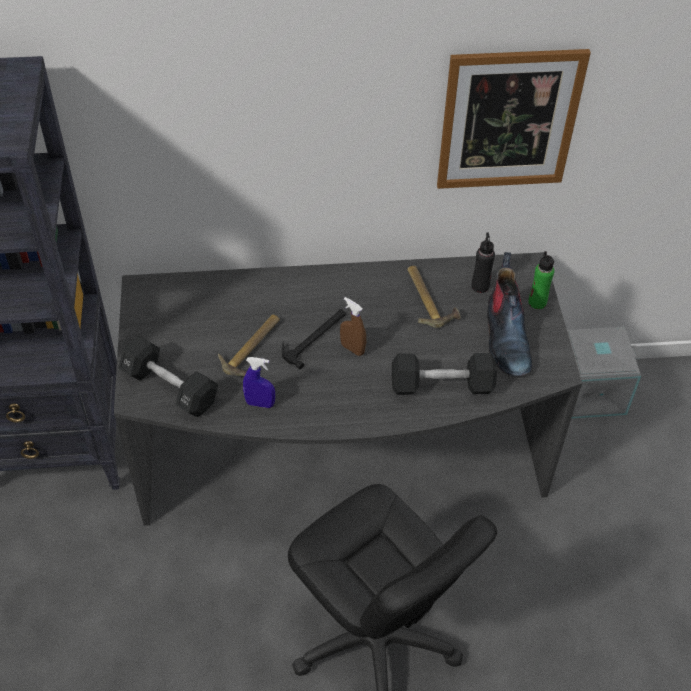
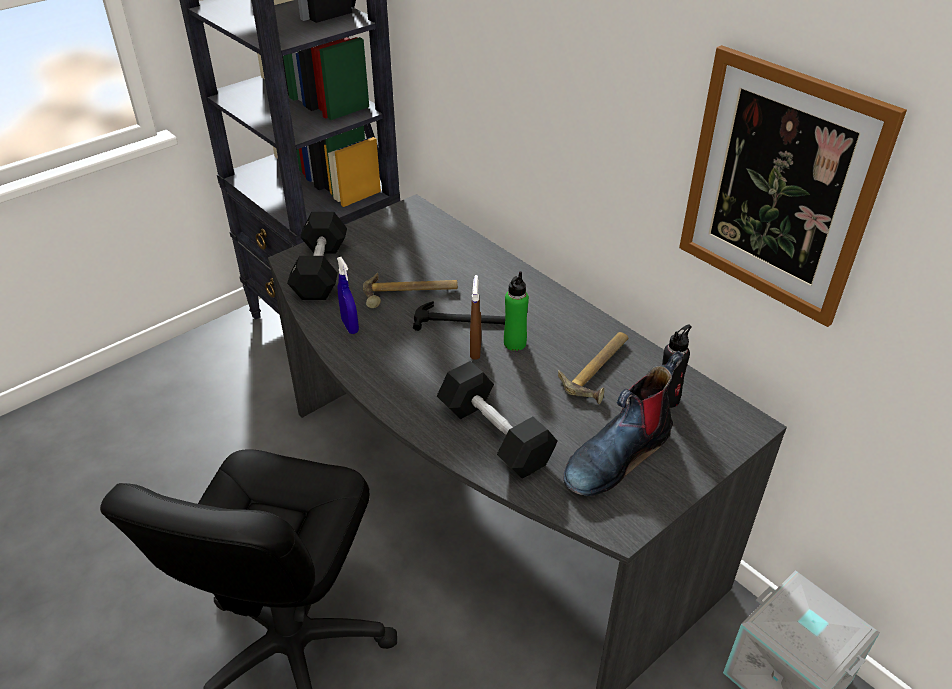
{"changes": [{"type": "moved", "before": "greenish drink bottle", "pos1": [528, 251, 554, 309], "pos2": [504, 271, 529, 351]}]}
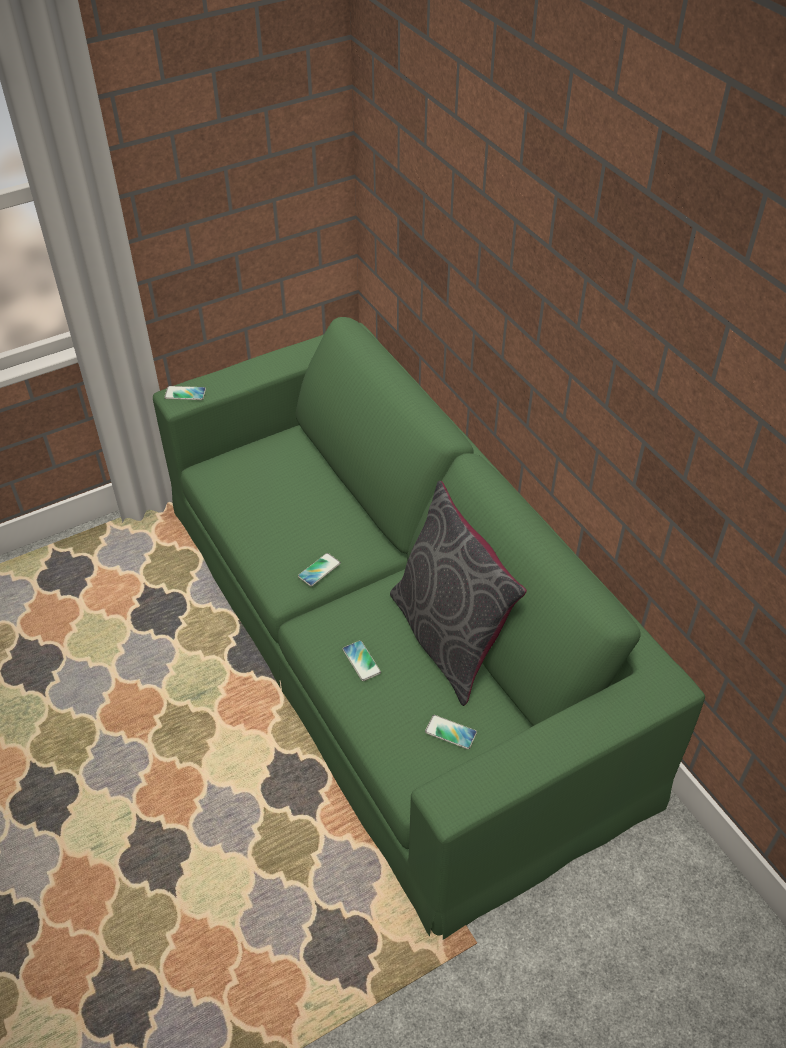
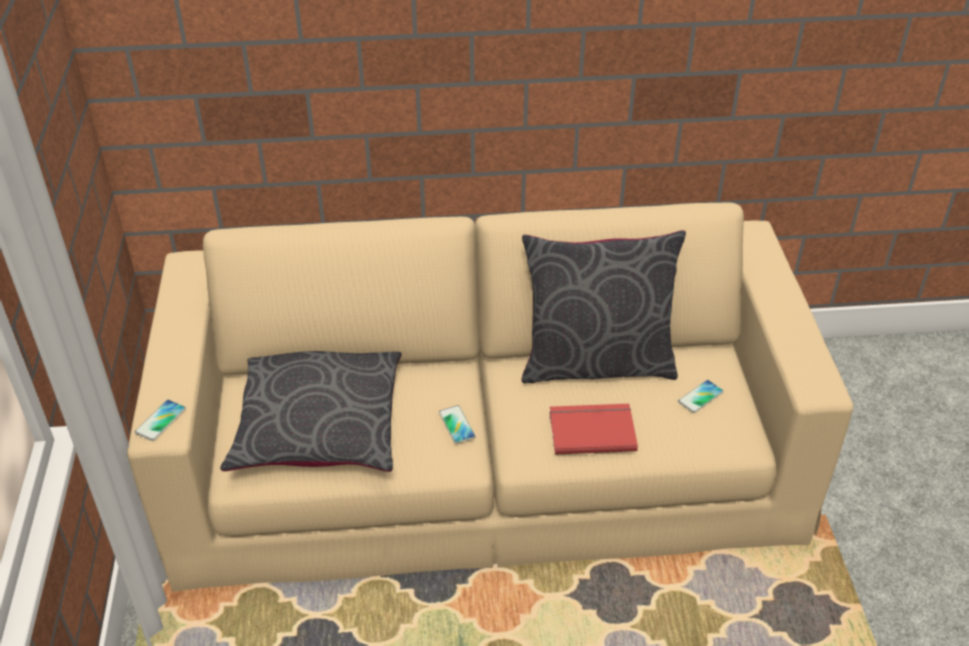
{"changes": [{"type": "recoloured", "before": "greenish settee", "after": "sand-coloured settee", "pos1": [153, 317, 705, 940], "pos2": [127, 202, 853, 591]}, {"type": "replaced", "before": "handset", "after": "red book", "pos1": [343, 640, 381, 681], "pos2": [550, 404, 638, 455]}, {"type": "added", "after": "grey cushion", "pos2": [220, 351, 402, 472]}]}
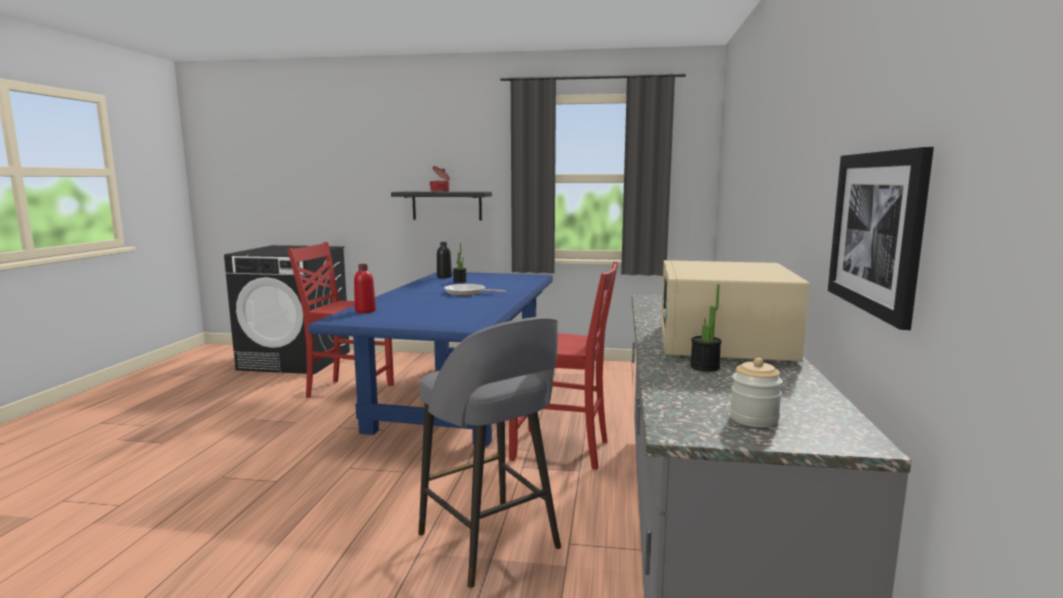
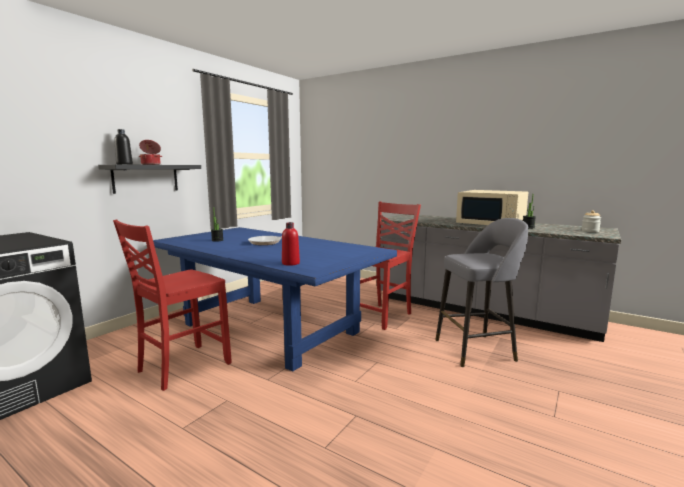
{"changes": [{"type": "moved", "before": "blackish drink bottle", "pos1": [437, 242, 452, 278], "pos2": [114, 129, 133, 165]}, {"type": "removed", "before": "wall art", "pos1": [828, 146, 934, 330]}]}
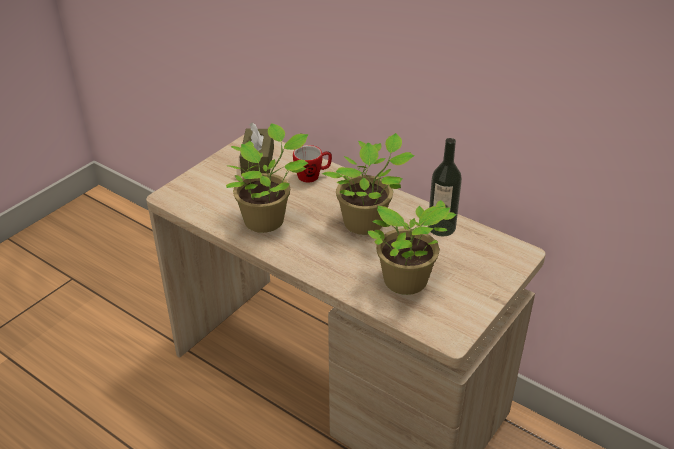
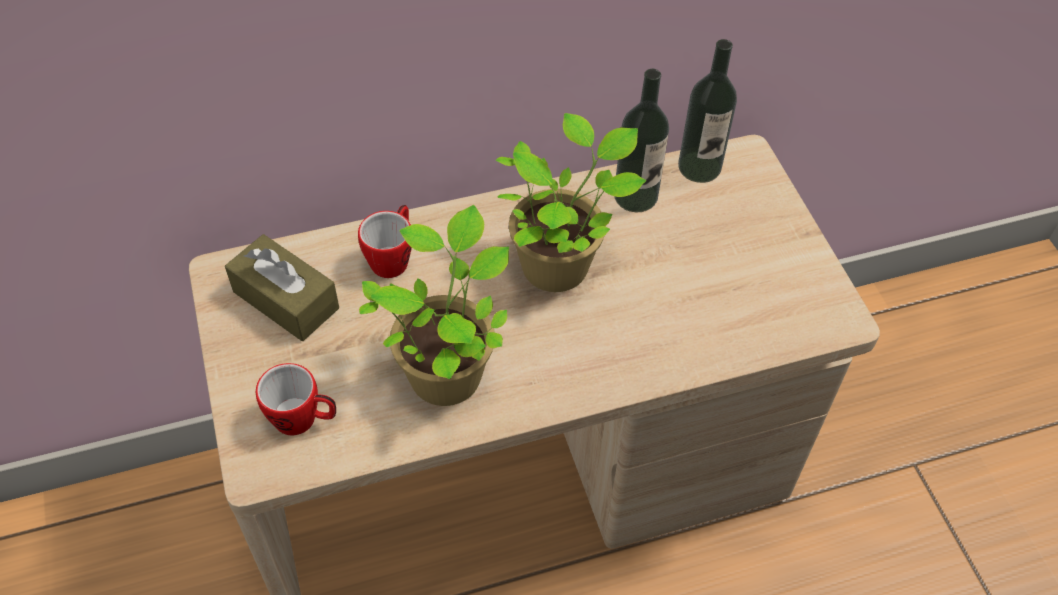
{"changes": [{"type": "removed", "before": "plant in a pot", "pos1": [367, 200, 457, 295]}, {"type": "added", "after": "coffee mug", "pos2": [256, 363, 336, 436]}, {"type": "added", "after": "drink bottle", "pos2": [678, 39, 737, 183]}]}
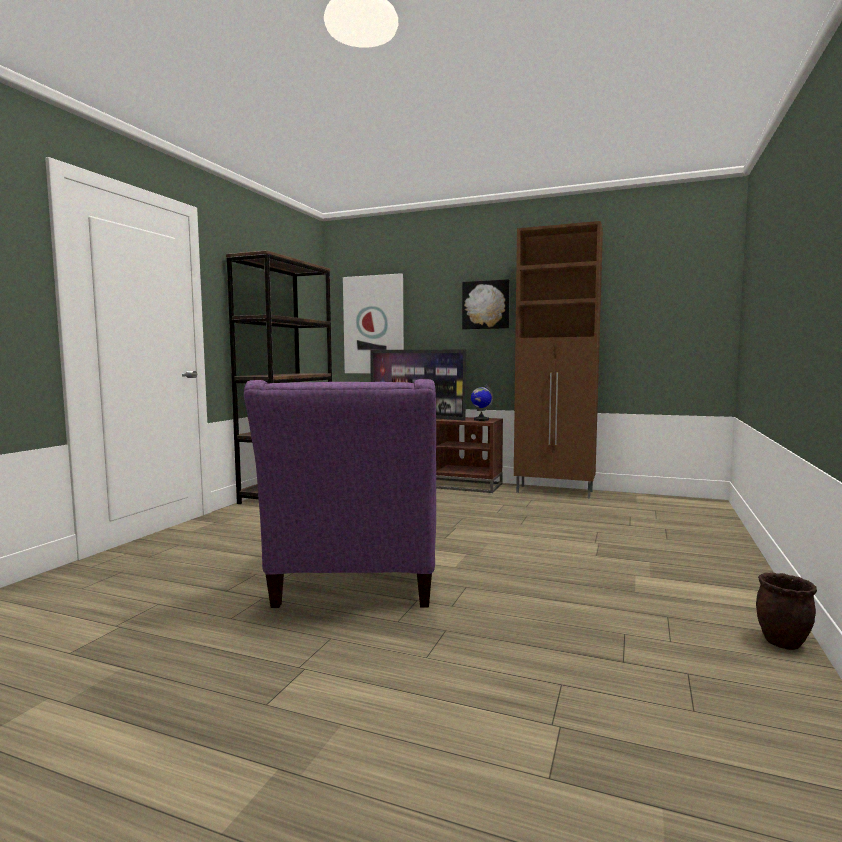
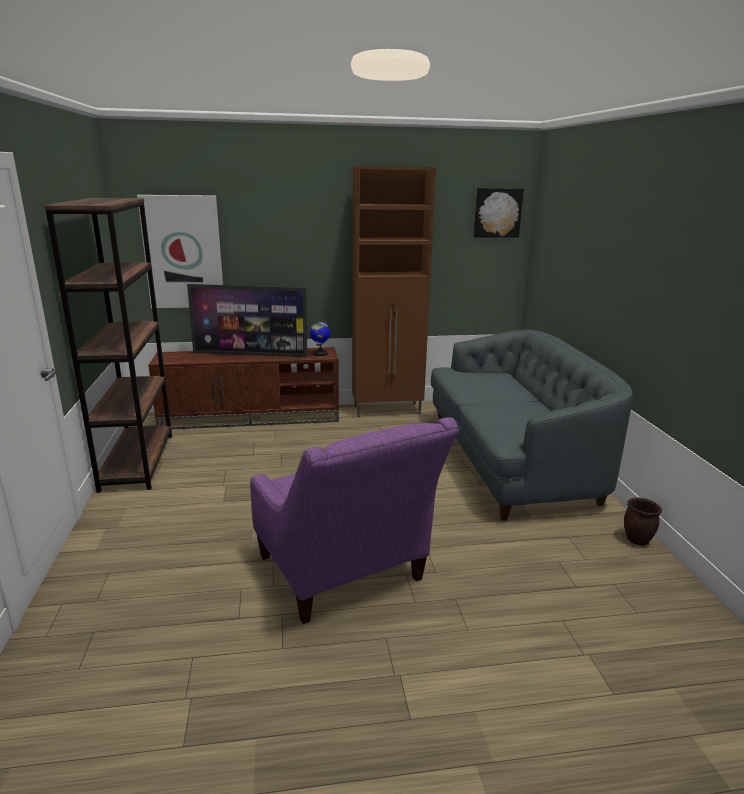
{"changes": [{"type": "moved", "before": "wall art", "pos1": [462, 279, 509, 329], "pos2": [473, 188, 524, 237]}, {"type": "added", "after": "grey settee", "pos2": [431, 330, 633, 520]}]}
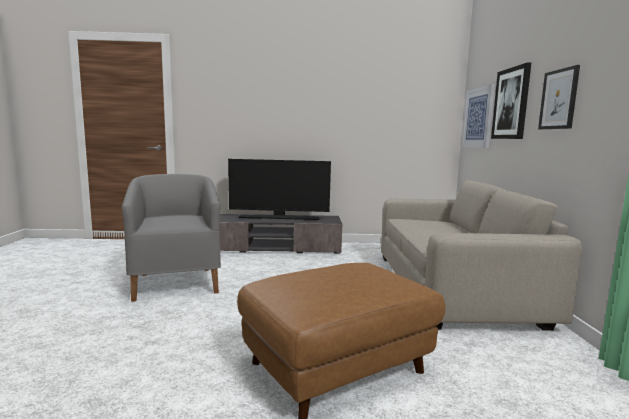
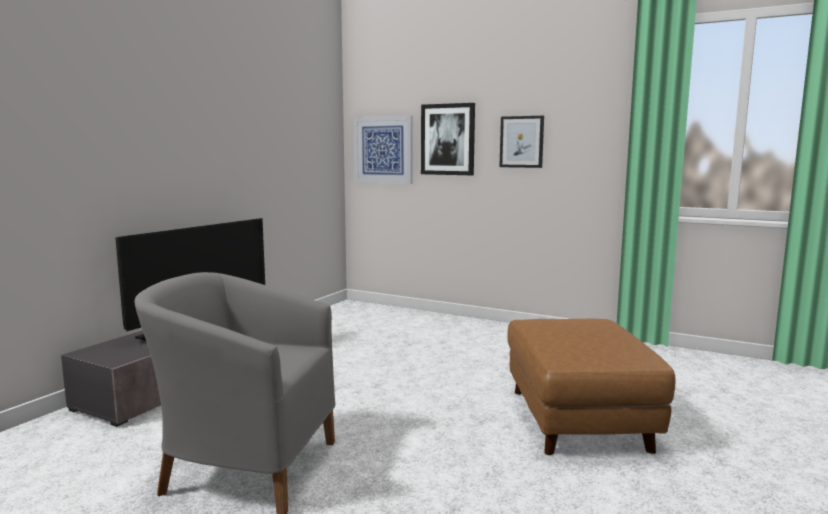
{"changes": [{"type": "removed", "before": "sand-coloured settee", "pos1": [381, 180, 582, 331]}]}
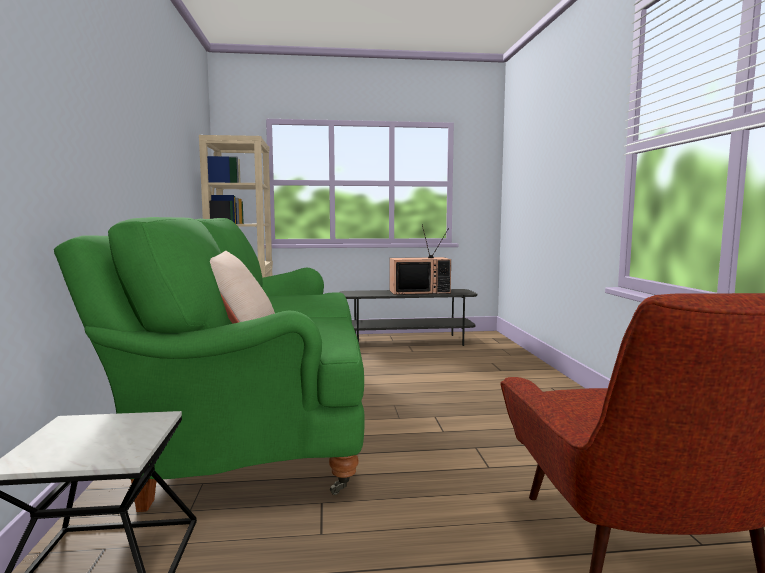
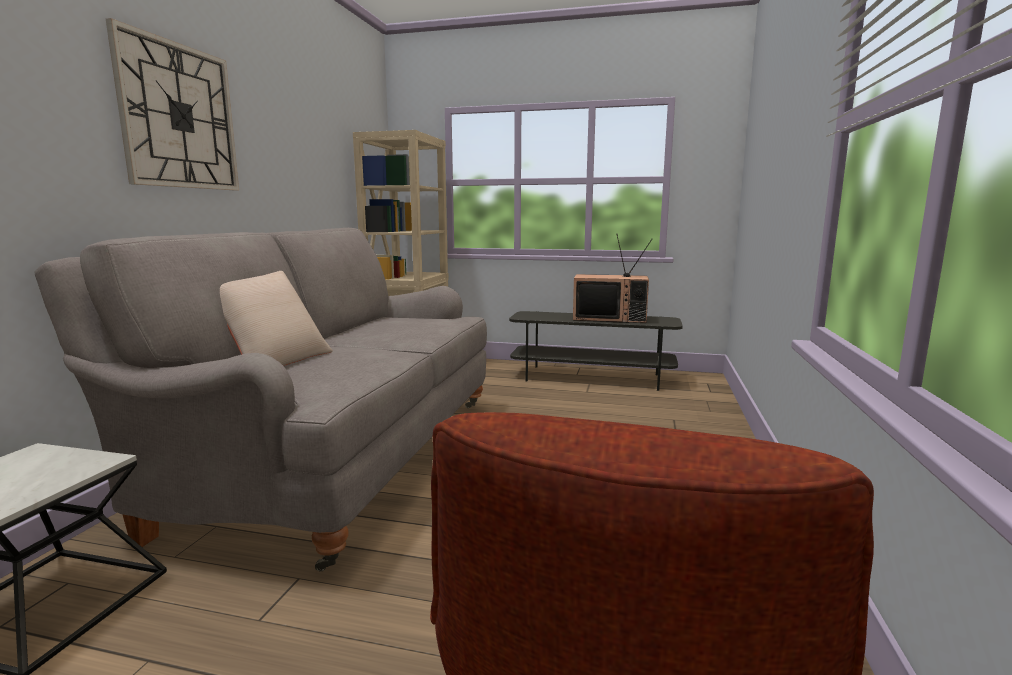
{"changes": [{"type": "recoloured", "before": "greenish settee", "after": "grey settee", "pos1": [54, 217, 365, 512], "pos2": [35, 228, 487, 572]}, {"type": "added", "after": "clock on the wall", "pos2": [106, 18, 239, 190]}]}
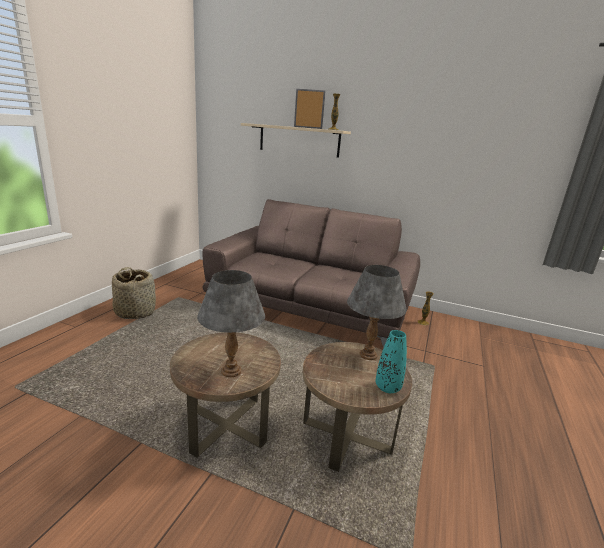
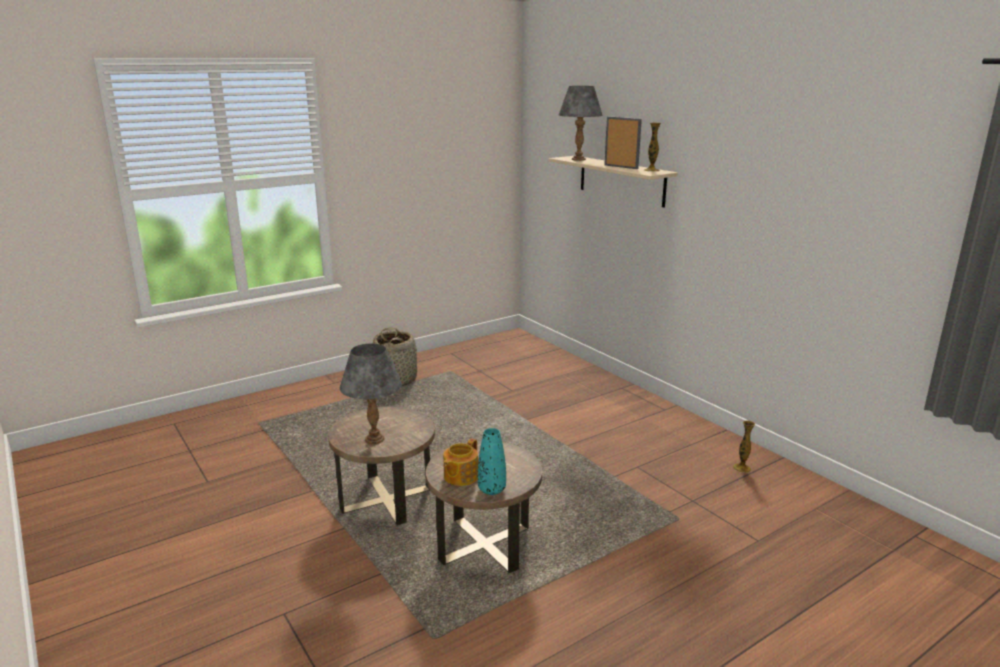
{"changes": [{"type": "removed", "before": "brown settee", "pos1": [202, 199, 420, 348]}, {"type": "moved", "before": "grey tabletop lamp", "pos1": [347, 265, 407, 360], "pos2": [559, 86, 603, 161]}, {"type": "added", "after": "teapot", "pos2": [443, 439, 478, 486]}]}
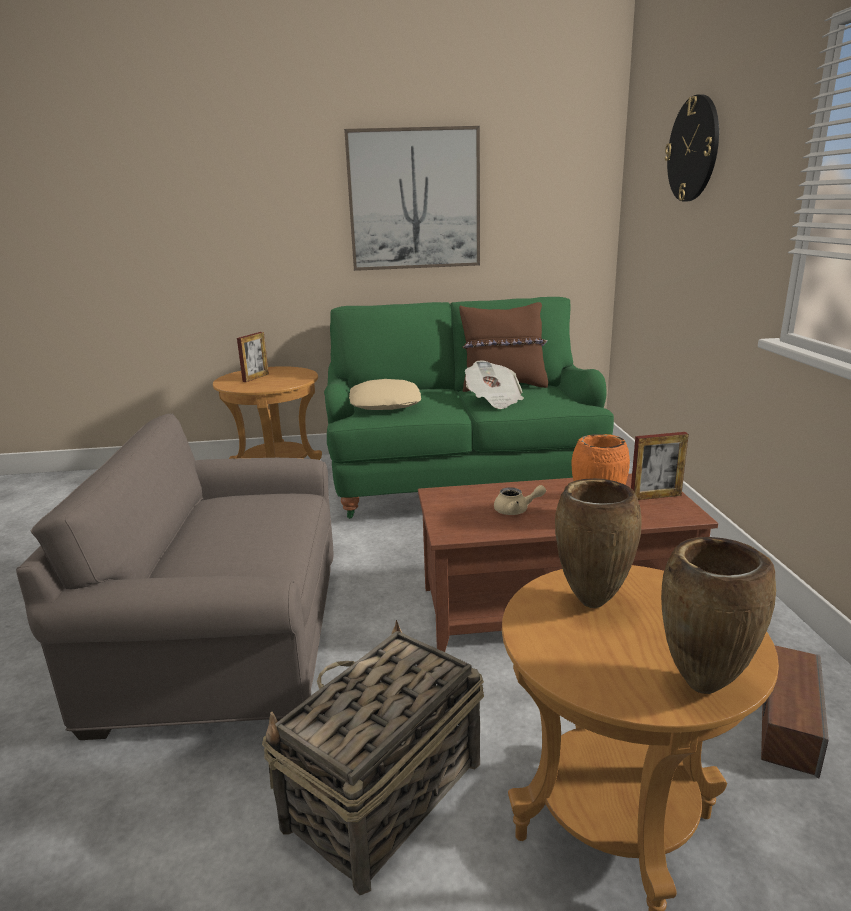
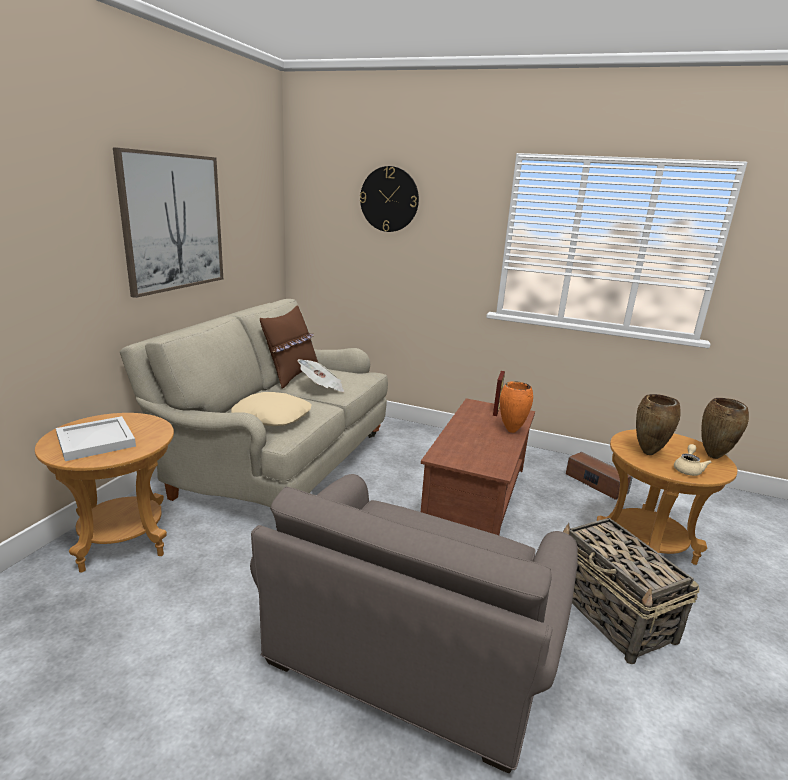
{"changes": [{"type": "replaced", "before": "picture frame", "after": "whitish tray", "pos1": [237, 332, 269, 382], "pos2": [56, 416, 136, 461]}, {"type": "recoloured", "before": "greenish settee", "after": "sand-coloured settee", "pos1": [324, 297, 614, 519], "pos2": [120, 299, 388, 507]}, {"type": "moved", "before": "sand-coloured teapot", "pos1": [494, 485, 546, 515], "pos2": [674, 444, 712, 476]}]}
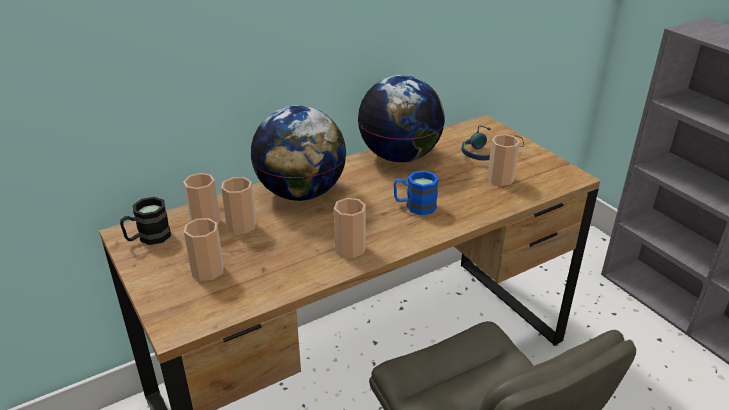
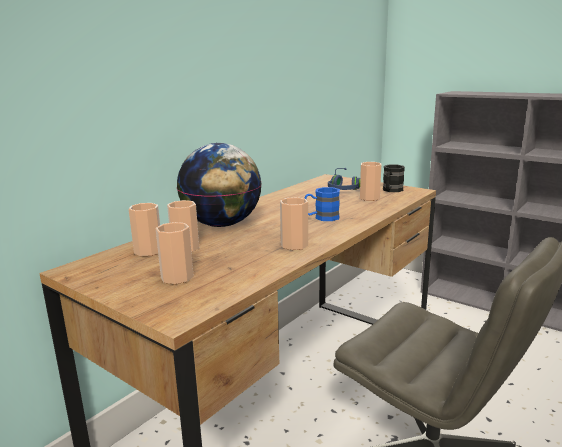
{"changes": [{"type": "moved", "before": "blackish coffee mug", "pos1": [120, 197, 171, 245], "pos2": [383, 165, 405, 192]}, {"type": "removed", "before": "desk globe", "pos1": [358, 75, 445, 162]}]}
